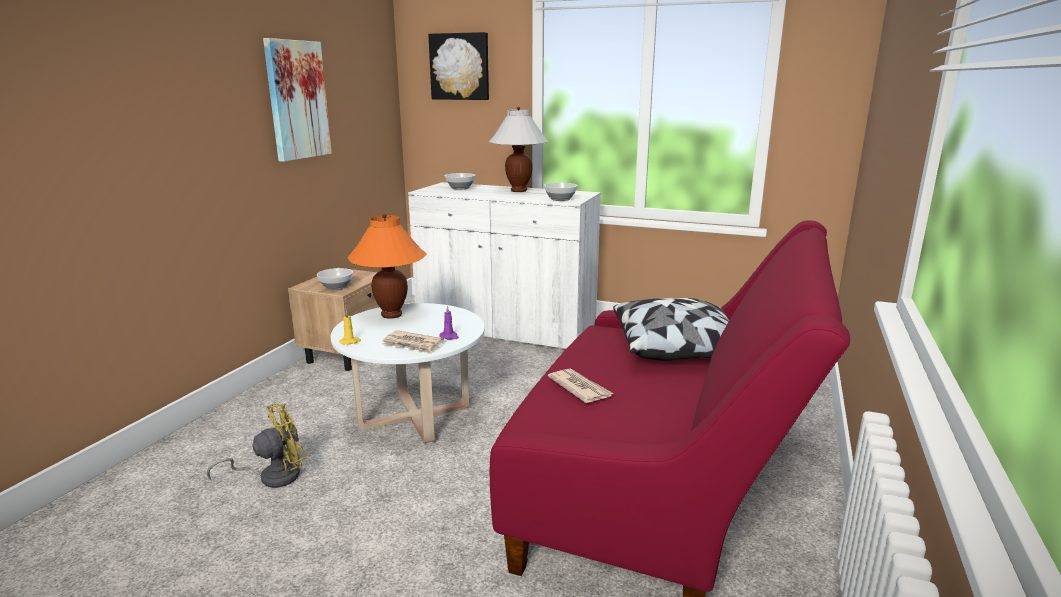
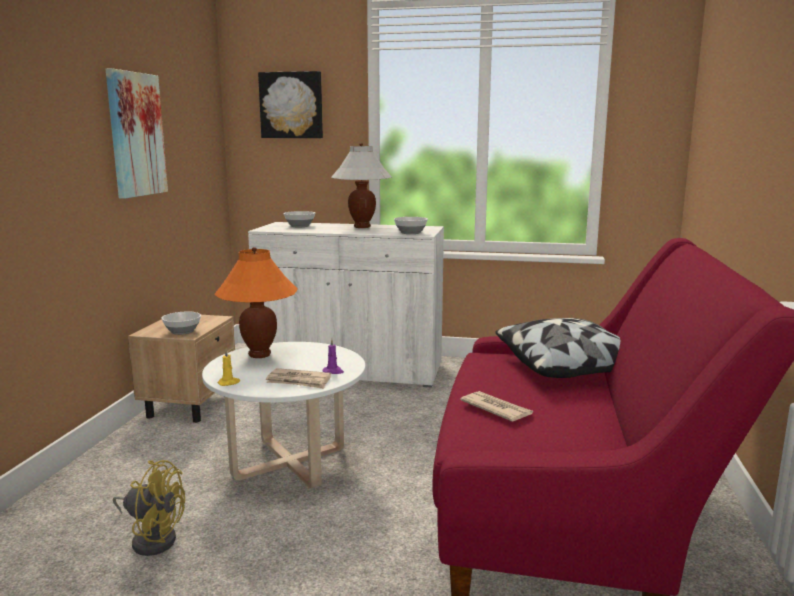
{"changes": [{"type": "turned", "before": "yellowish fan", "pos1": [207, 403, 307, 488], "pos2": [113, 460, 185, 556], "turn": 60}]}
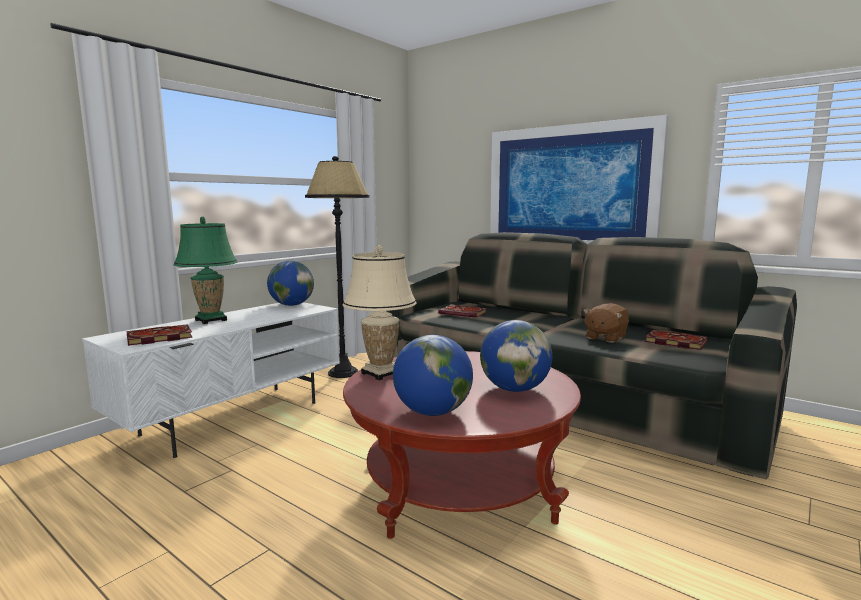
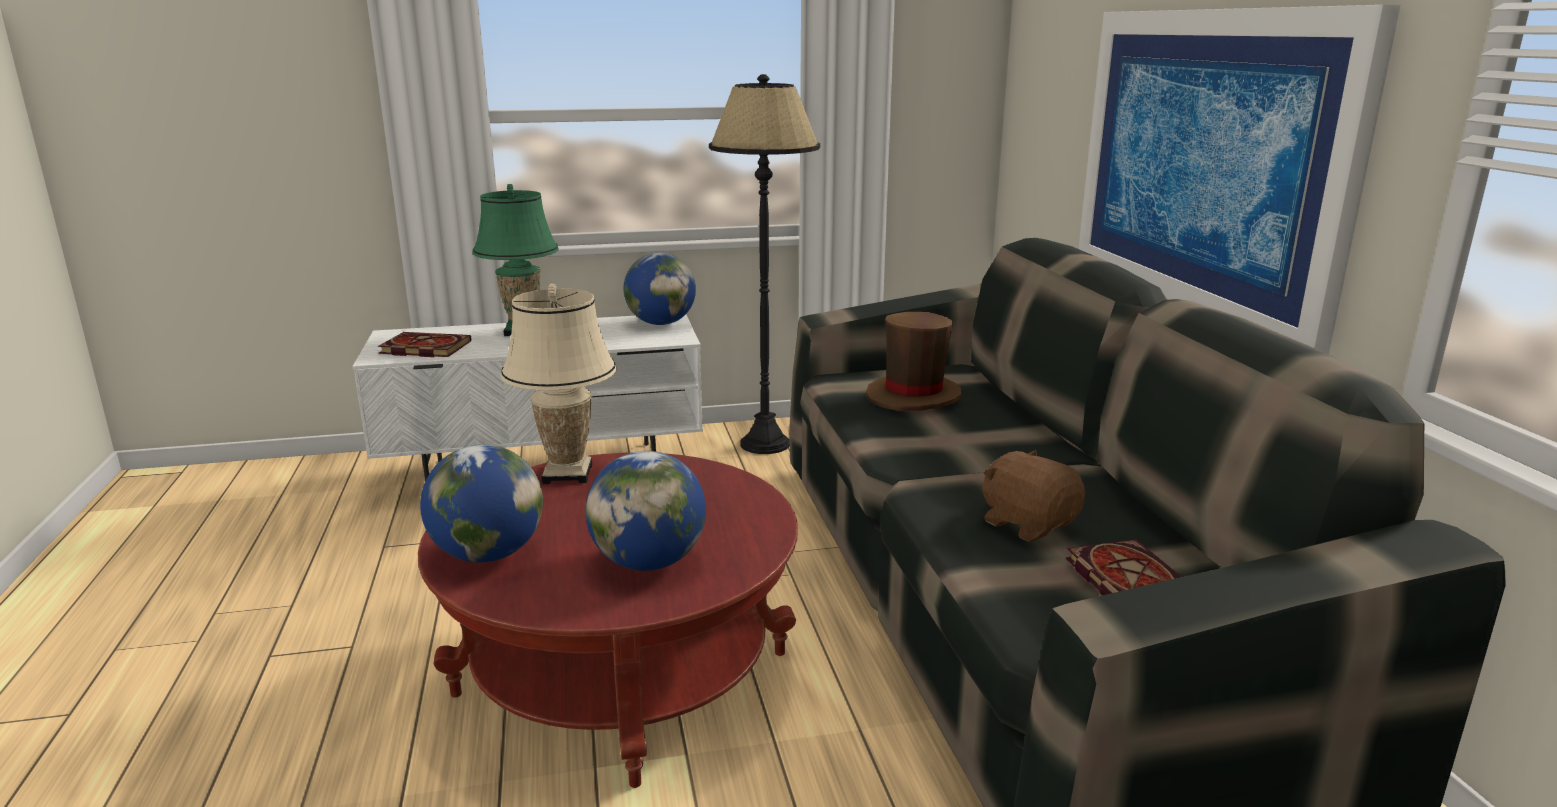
{"changes": [{"type": "replaced", "before": "book", "after": "brown hat", "pos1": [438, 305, 487, 318], "pos2": [866, 312, 961, 411]}, {"type": "turned", "before": "brown soft toy", "pos1": [583, 303, 629, 343], "pos2": [982, 450, 1085, 542], "turn": 60}]}
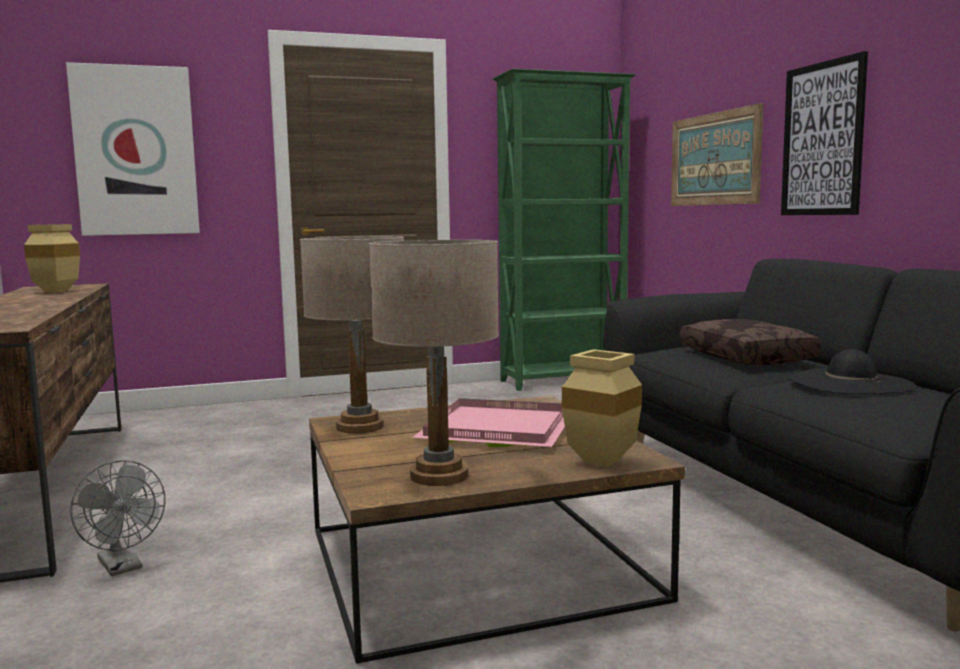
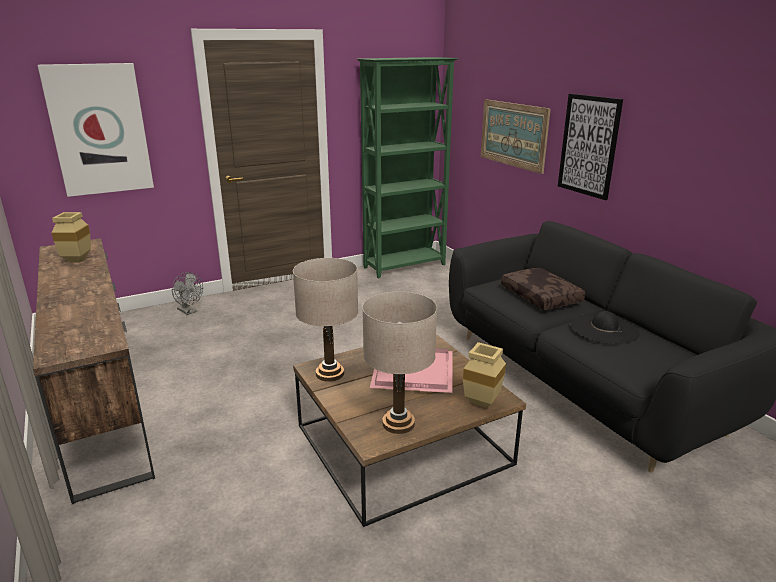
{"changes": [{"type": "moved", "before": "grey fan", "pos1": [70, 460, 165, 576], "pos2": [172, 272, 203, 315]}]}
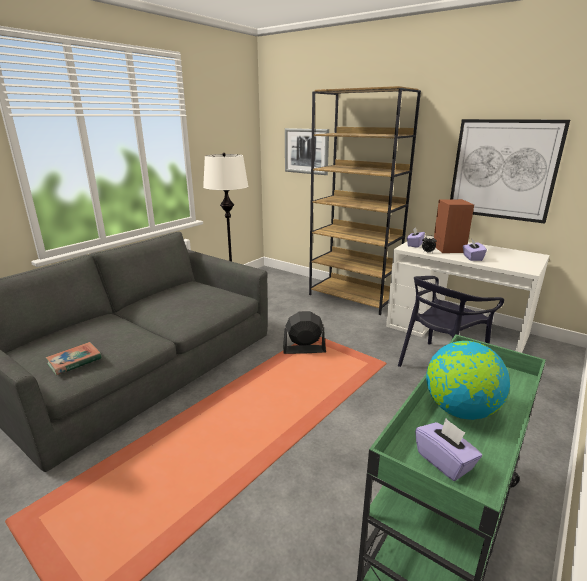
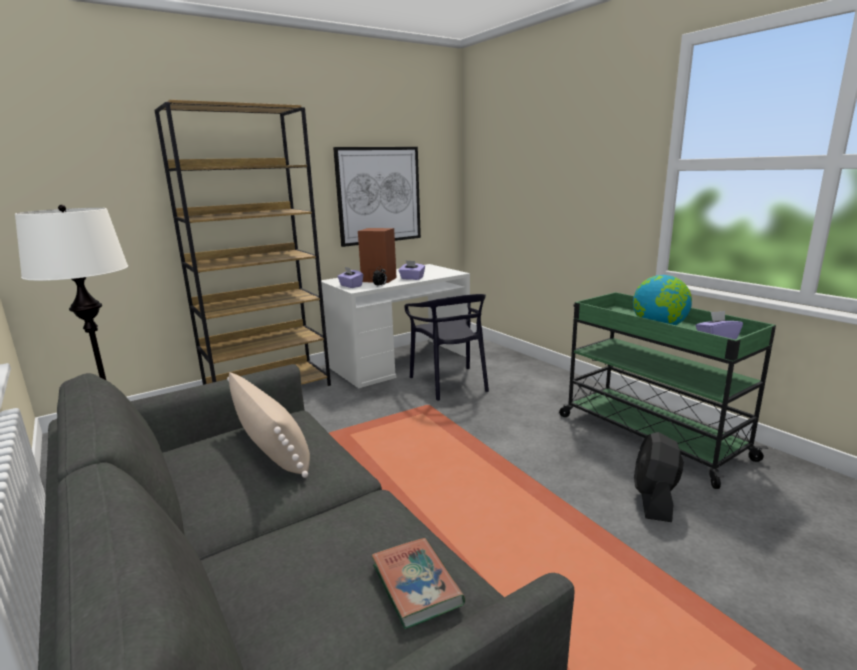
{"changes": [{"type": "moved", "before": "blackish fan", "pos1": [283, 311, 326, 354], "pos2": [634, 432, 683, 522]}, {"type": "removed", "before": "wall art", "pos1": [285, 128, 329, 175]}, {"type": "added", "after": "sand-coloured cushion", "pos2": [227, 372, 310, 478]}]}
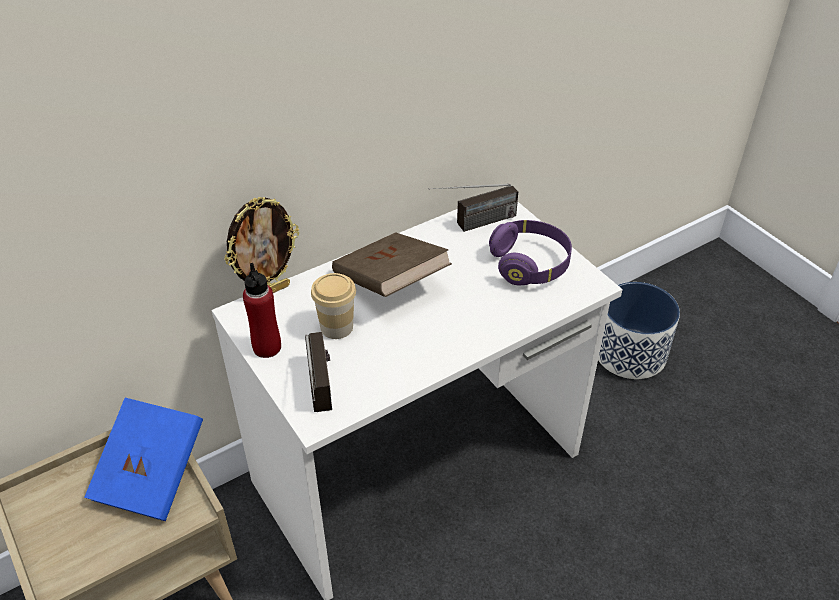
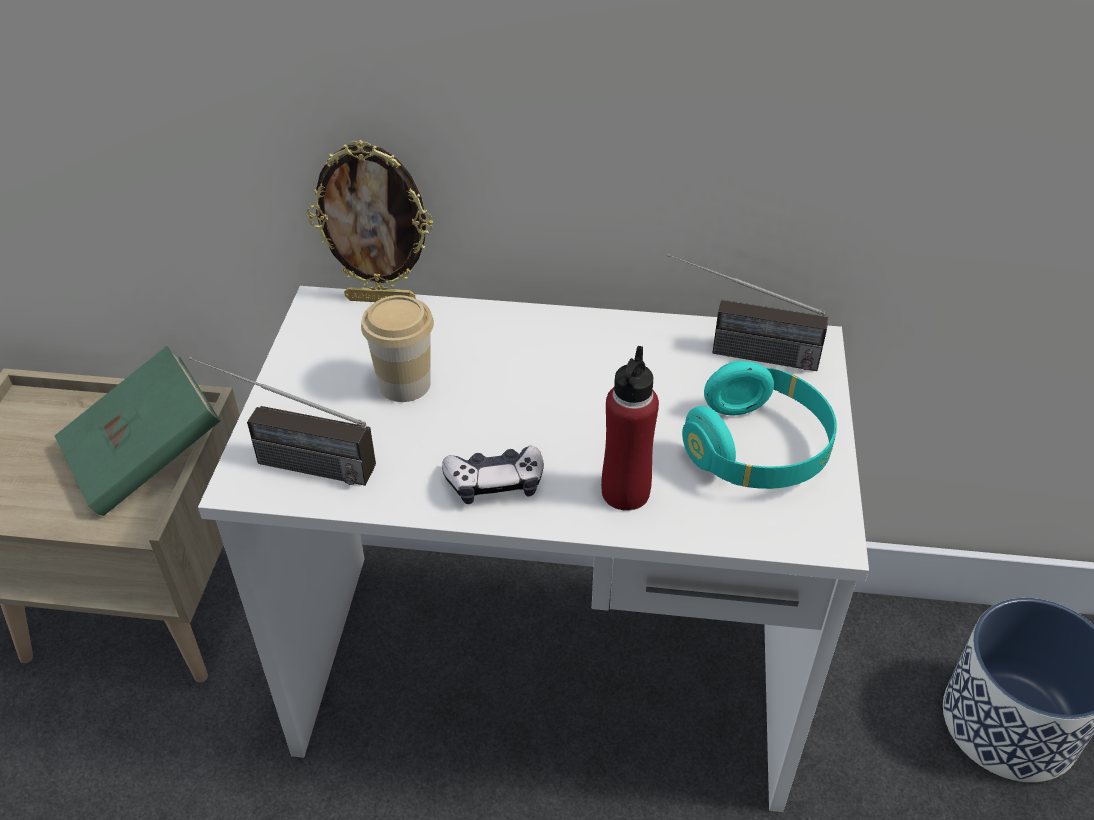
{"changes": [{"type": "recoloured", "before": "blue-coloured book", "after": "greenish book", "pos1": [84, 398, 203, 521], "pos2": [55, 346, 220, 516]}, {"type": "moved", "before": "red drink bottle", "pos1": [243, 263, 281, 358], "pos2": [601, 346, 659, 511]}, {"type": "turned", "before": "radio receiver", "pos1": [305, 332, 332, 412], "pos2": [189, 357, 376, 486], "turn": 75}, {"type": "removed", "before": "brown book", "pos1": [332, 232, 452, 297]}, {"type": "recoloured", "before": "purple-coloured pair of headphones", "after": "turquoise pair of headphones", "pos1": [489, 220, 572, 285], "pos2": [682, 361, 837, 489]}, {"type": "added", "after": "game controller", "pos2": [442, 445, 544, 504]}]}
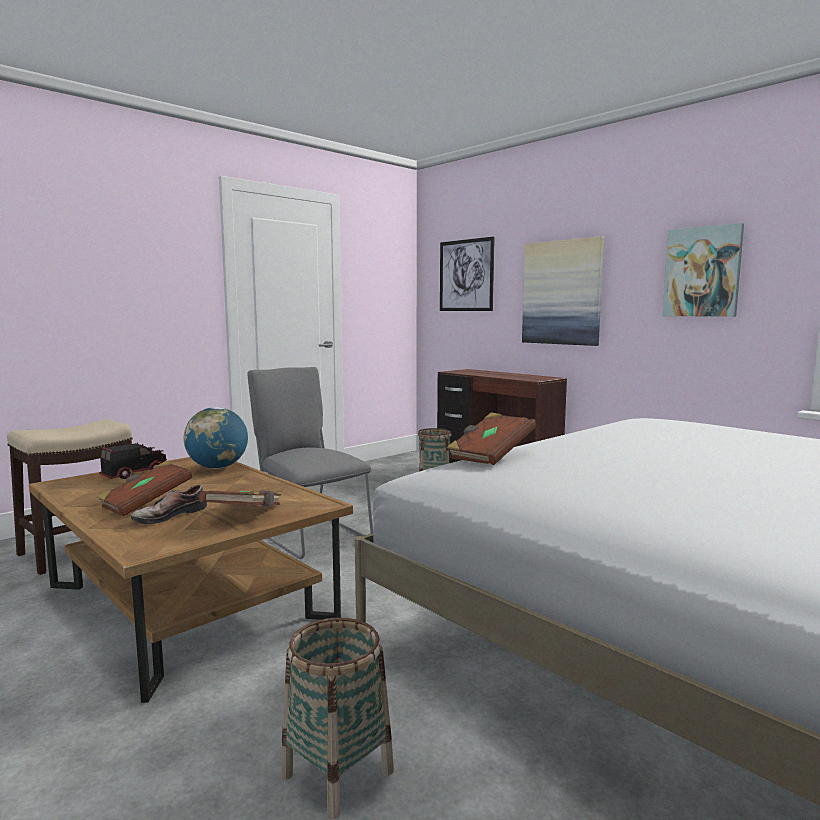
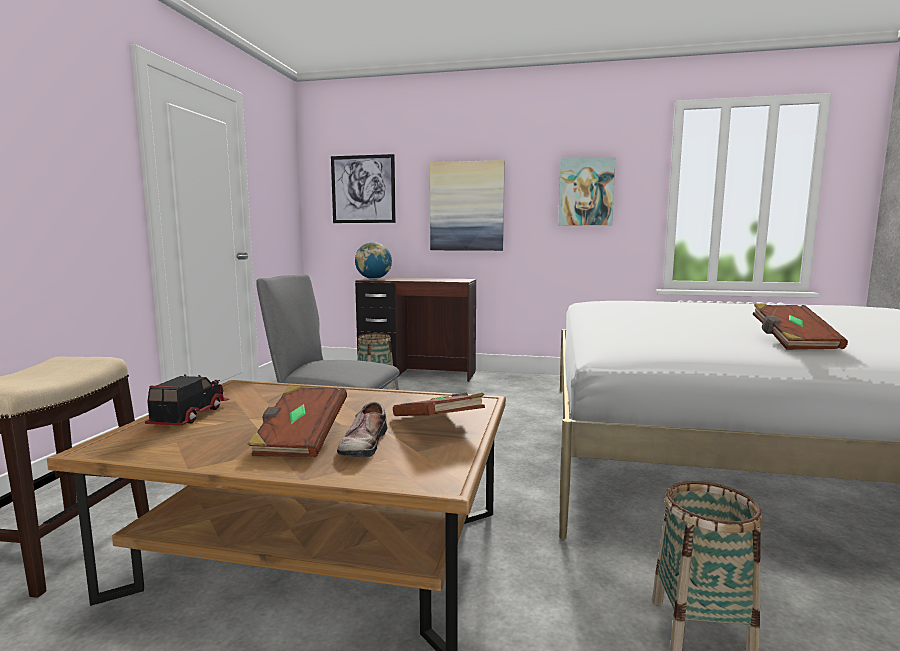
{"changes": [{"type": "moved", "before": "desk globe", "pos1": [184, 407, 248, 469], "pos2": [355, 242, 392, 279]}, {"type": "moved", "before": "brown book", "pos1": [447, 412, 536, 465], "pos2": [753, 303, 848, 350]}]}
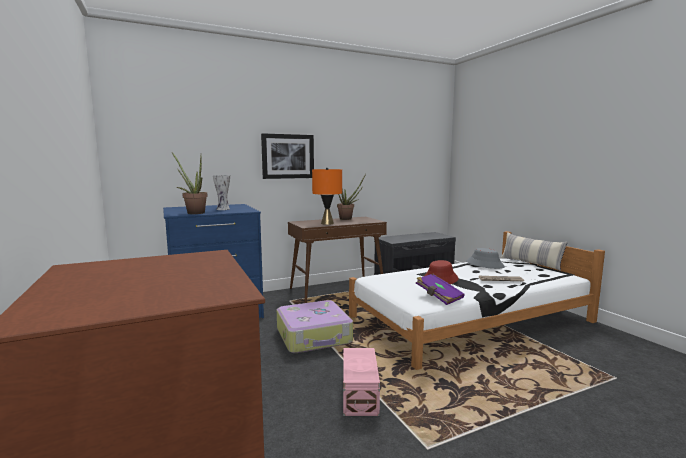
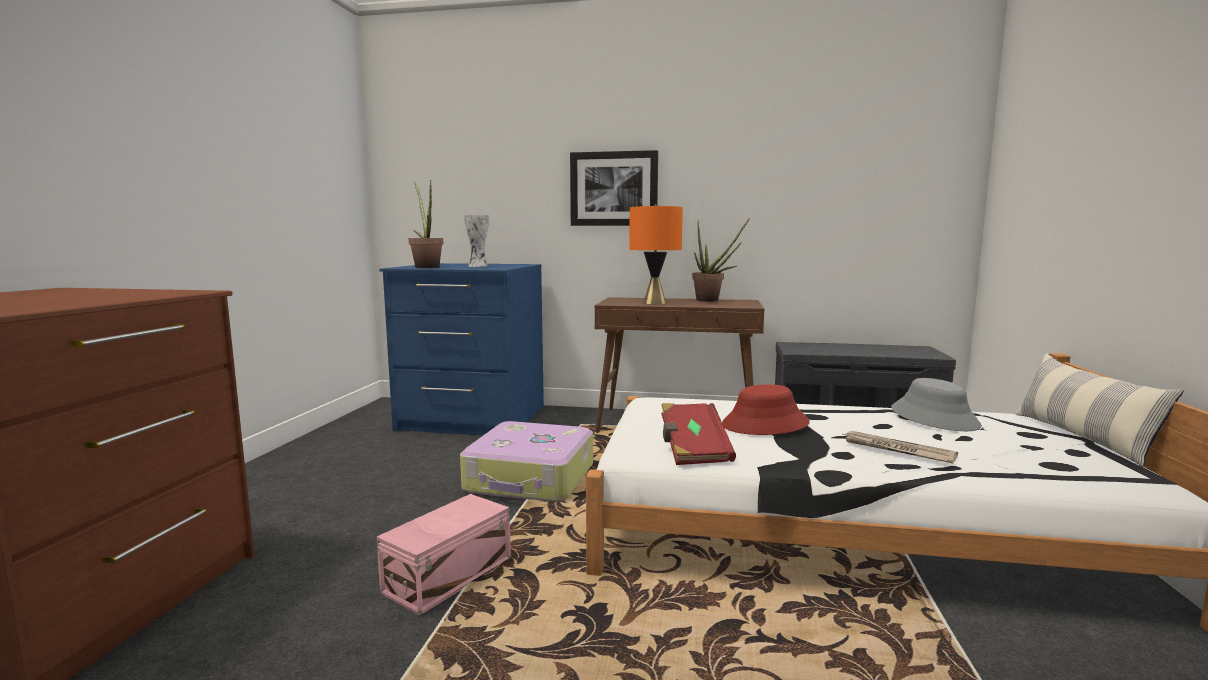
{"changes": [{"type": "recoloured", "before": "purple-coloured book", "after": "red book", "pos1": [416, 274, 465, 305], "pos2": [662, 403, 736, 465]}]}
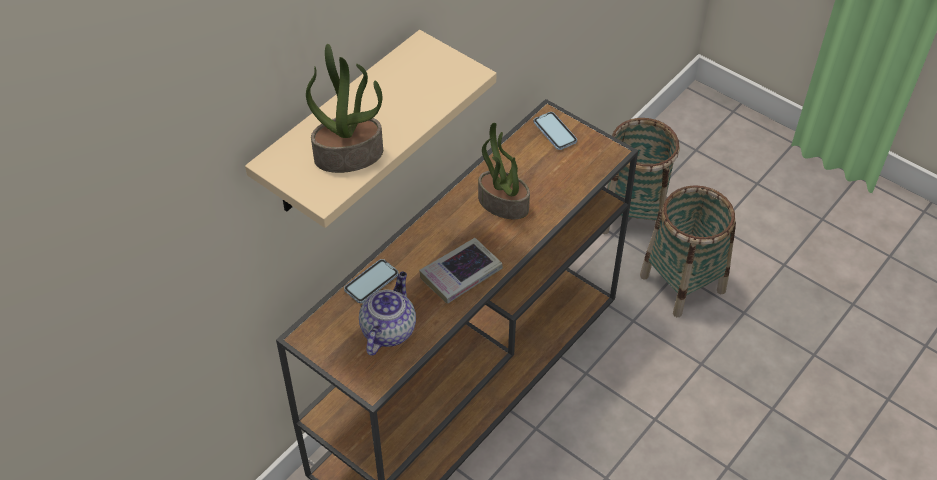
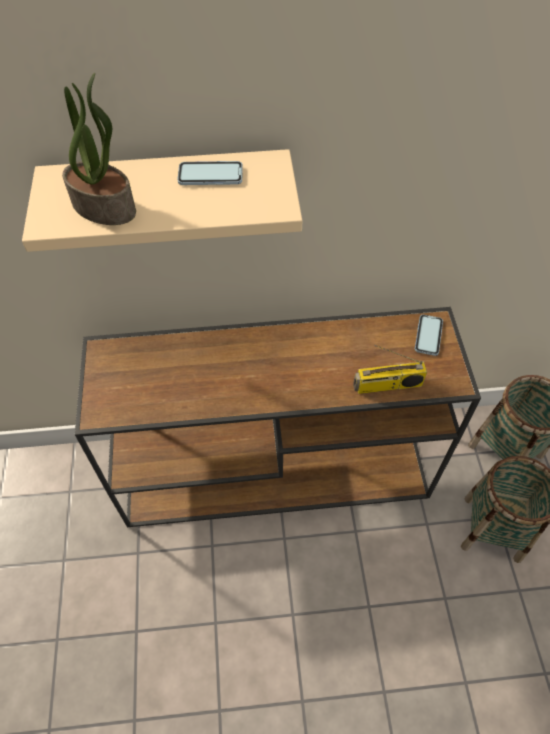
{"changes": [{"type": "moved", "before": "handset", "pos1": [344, 259, 399, 303], "pos2": [177, 161, 243, 185]}, {"type": "removed", "before": "teapot", "pos1": [359, 271, 416, 355]}, {"type": "removed", "before": "book", "pos1": [419, 238, 503, 304]}, {"type": "removed", "before": "plant in a pot", "pos1": [478, 123, 530, 219]}, {"type": "added", "after": "radio receiver", "pos2": [353, 345, 427, 394]}]}
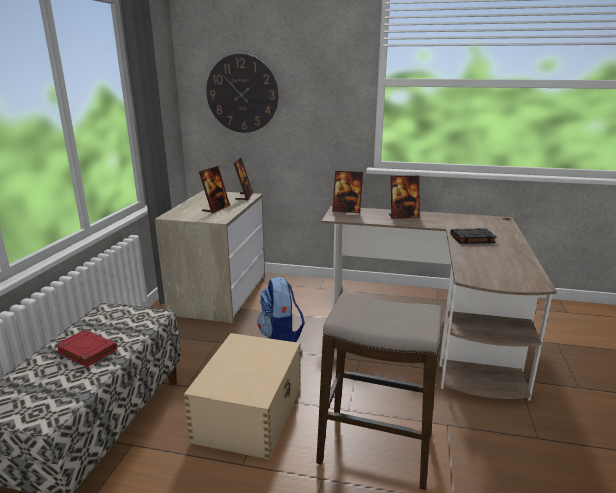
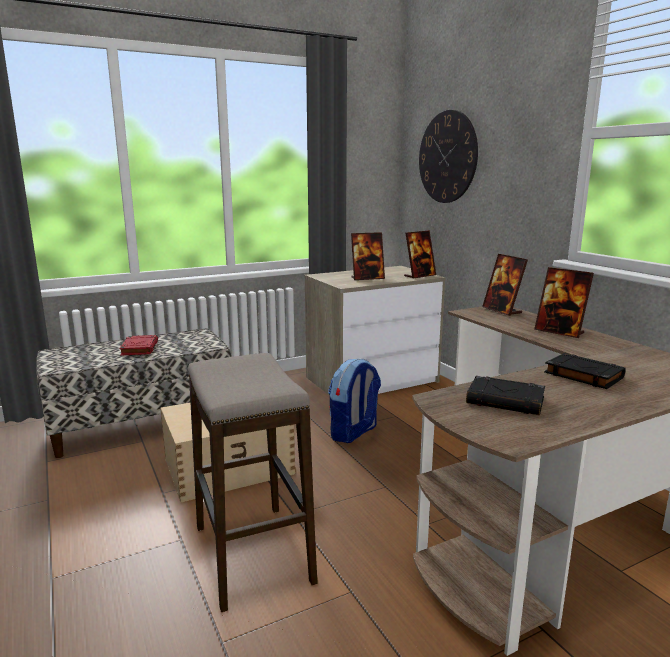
{"changes": [{"type": "added", "after": "blackish book", "pos2": [466, 376, 545, 415]}]}
